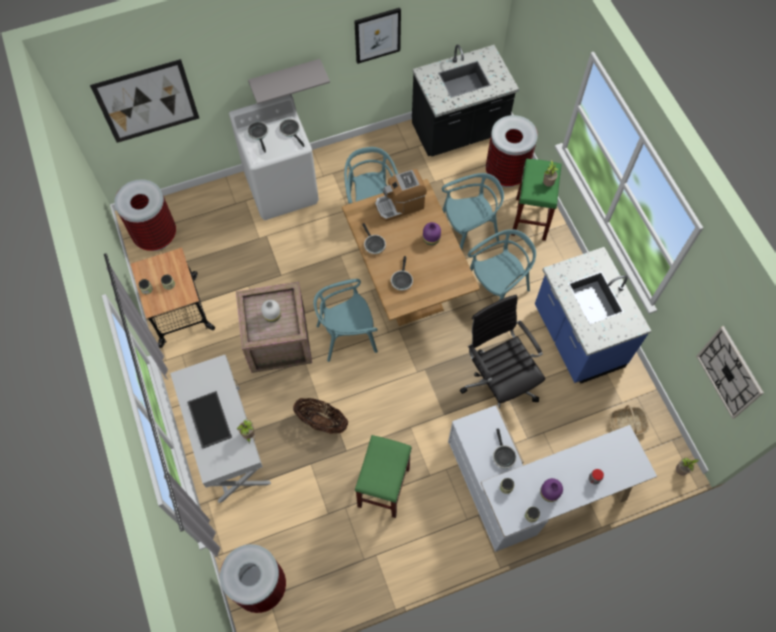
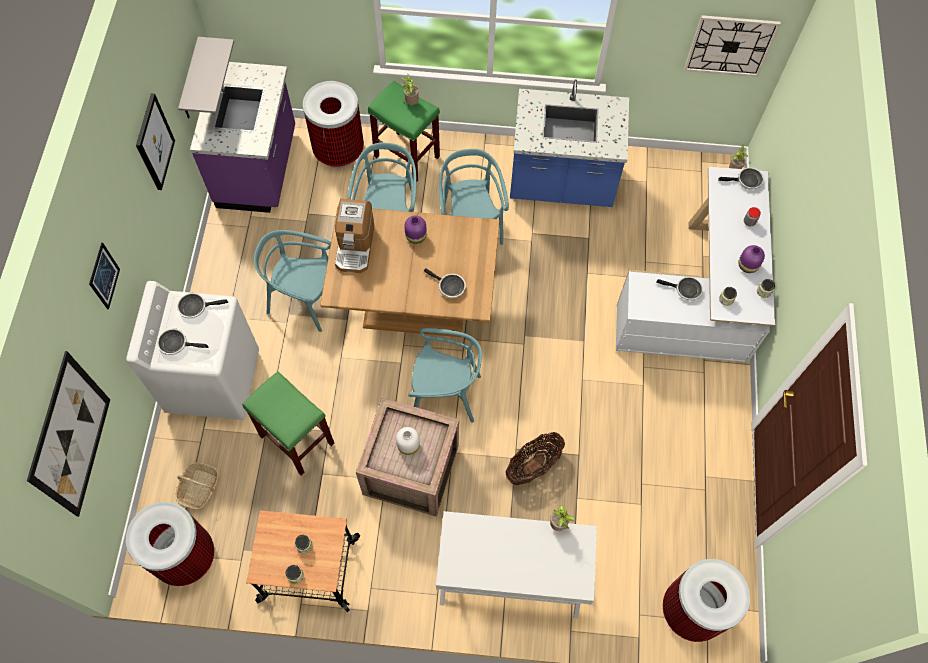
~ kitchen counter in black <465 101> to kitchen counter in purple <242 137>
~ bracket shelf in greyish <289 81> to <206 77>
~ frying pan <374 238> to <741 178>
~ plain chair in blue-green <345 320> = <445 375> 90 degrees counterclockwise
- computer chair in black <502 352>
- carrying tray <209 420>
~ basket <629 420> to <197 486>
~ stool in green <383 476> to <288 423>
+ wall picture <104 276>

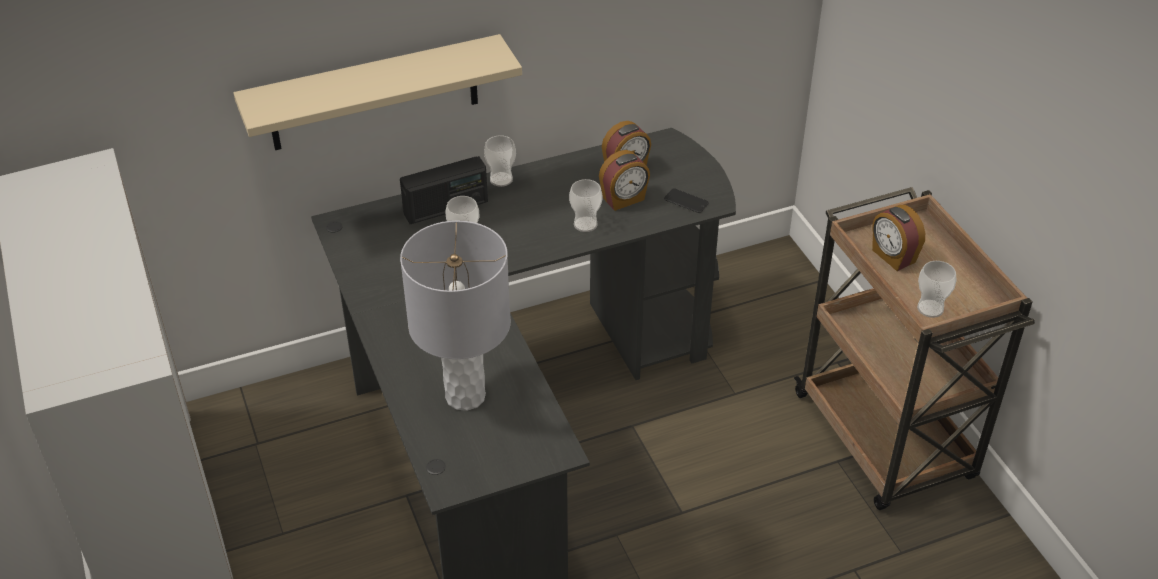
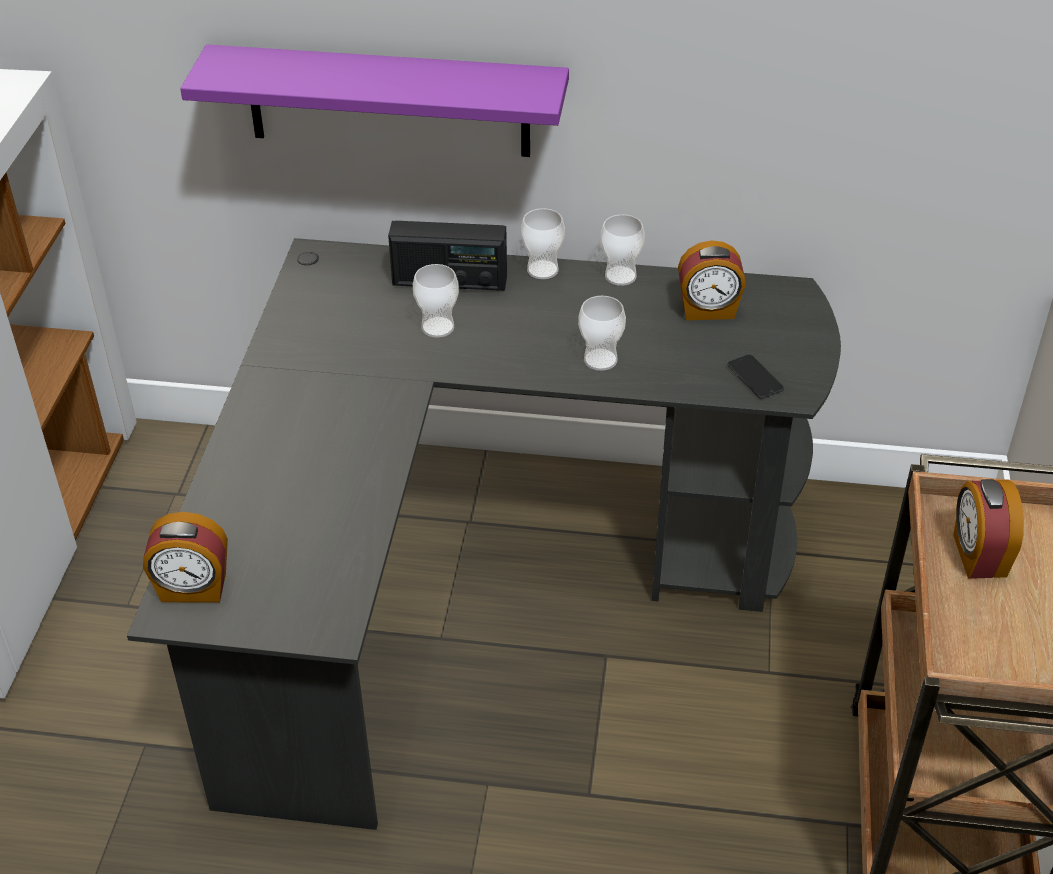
~ bracket shelf in sand-coloured <378 92> to bracket shelf in purple <374 100>
~ bedside clock <624 180> to <185 557>
- table lamp in greyish <455 315>
~ drinking cup <937 289> to <622 250>

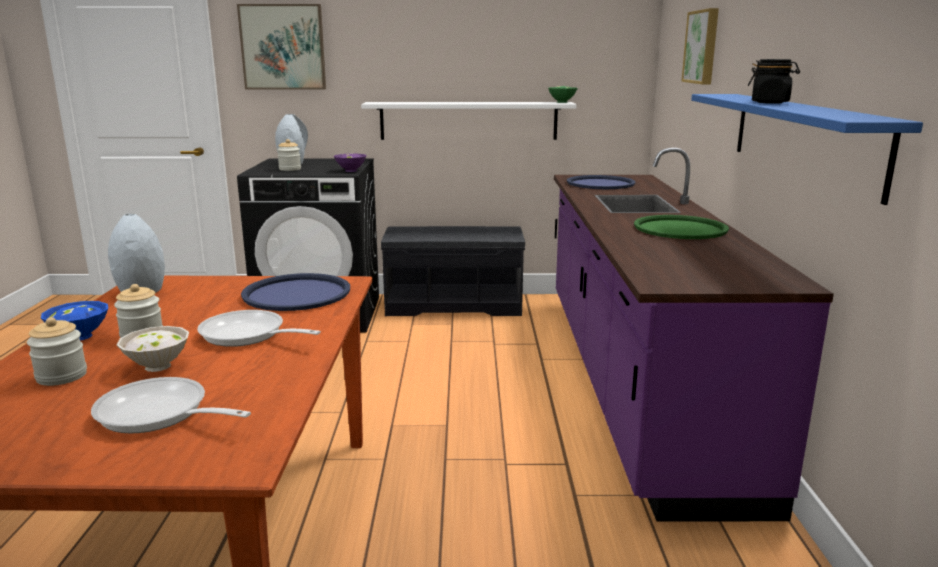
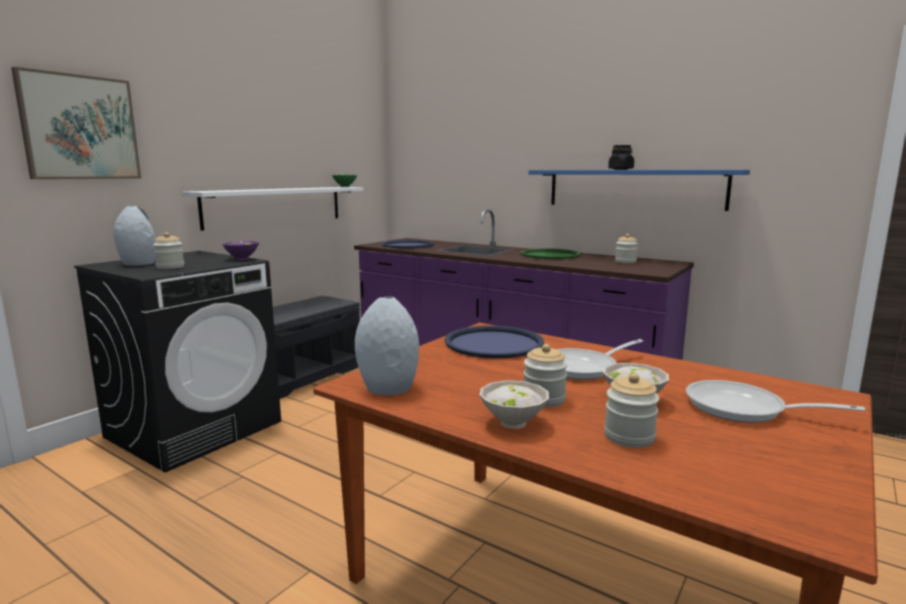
- wall picture <700 46>
~ serving bowl in blue <74 321> to serving bowl in white <514 404>
~ frying pan <171 405> = <775 401> 60 degrees clockwise
+ storage jar <626 248>

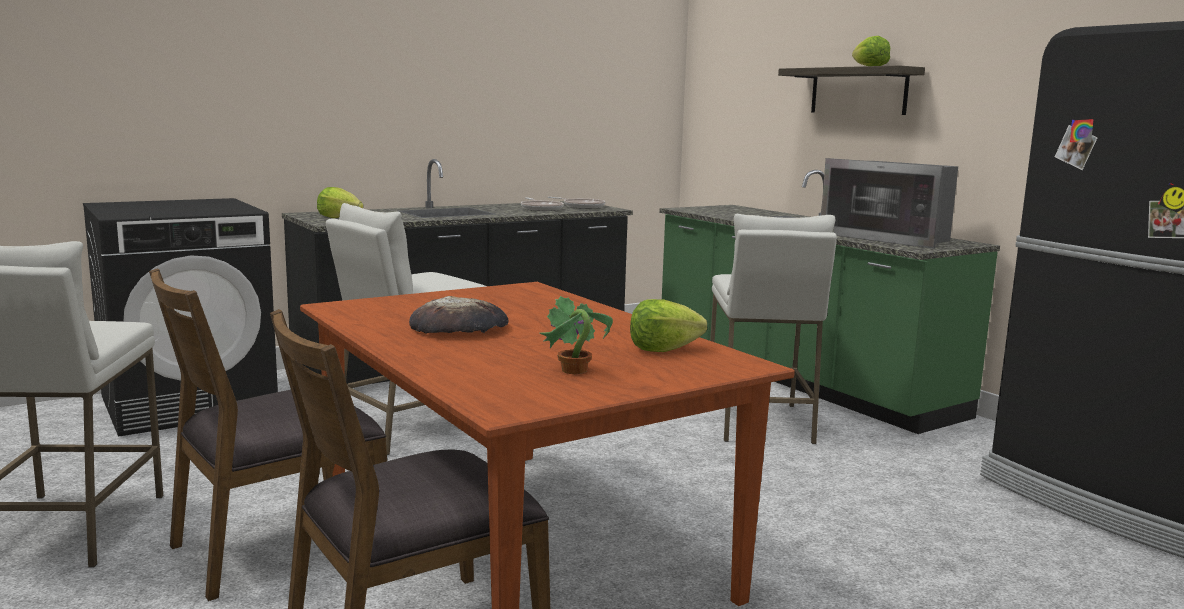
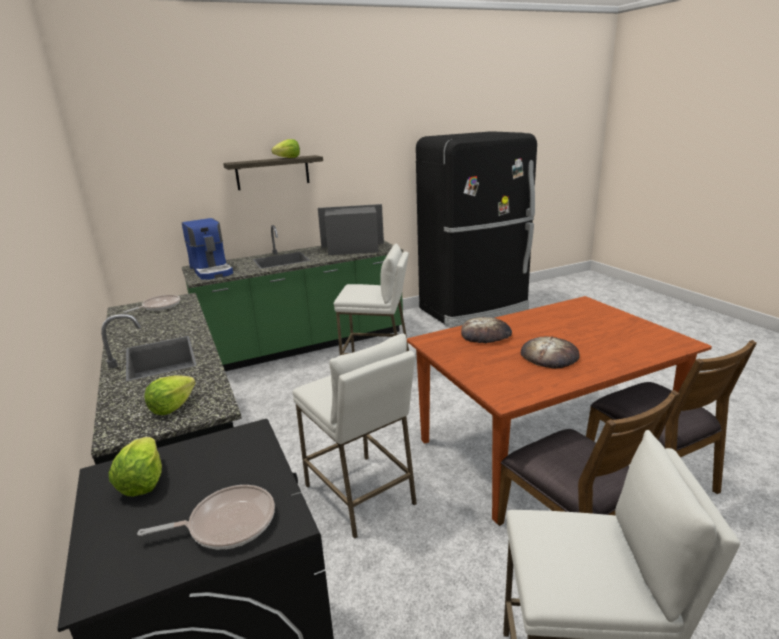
~ kitchen microwave <889 203> = <351 229> 150 degrees counterclockwise
~ frying pan <542 204> to <206 517>
- houseplant <576 335>
~ lettuce <668 325> to <135 466>
+ coffee machine <207 249>
+ bread <486 330>

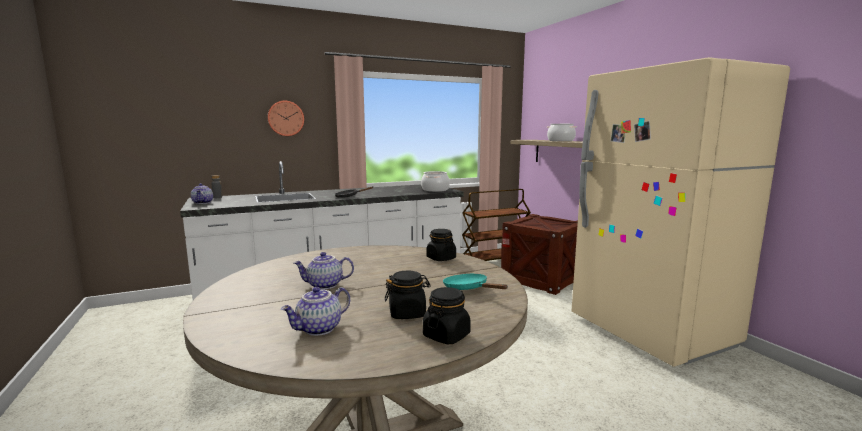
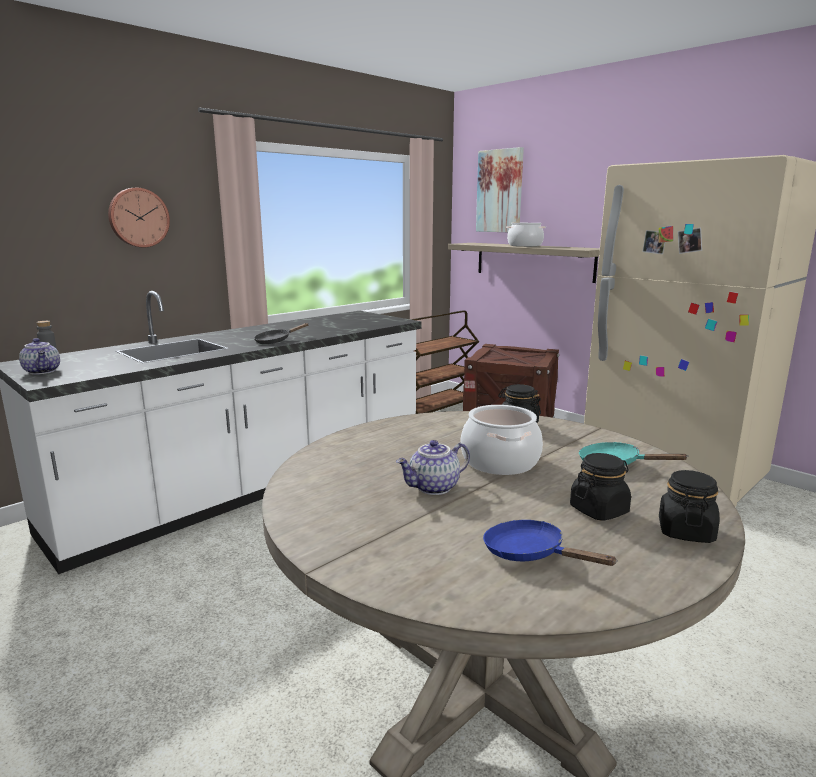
~ stockpot <435 181> to <501 440>
~ teapot <315 311> to frying pan in blue <550 543>
+ wall picture <500 189>

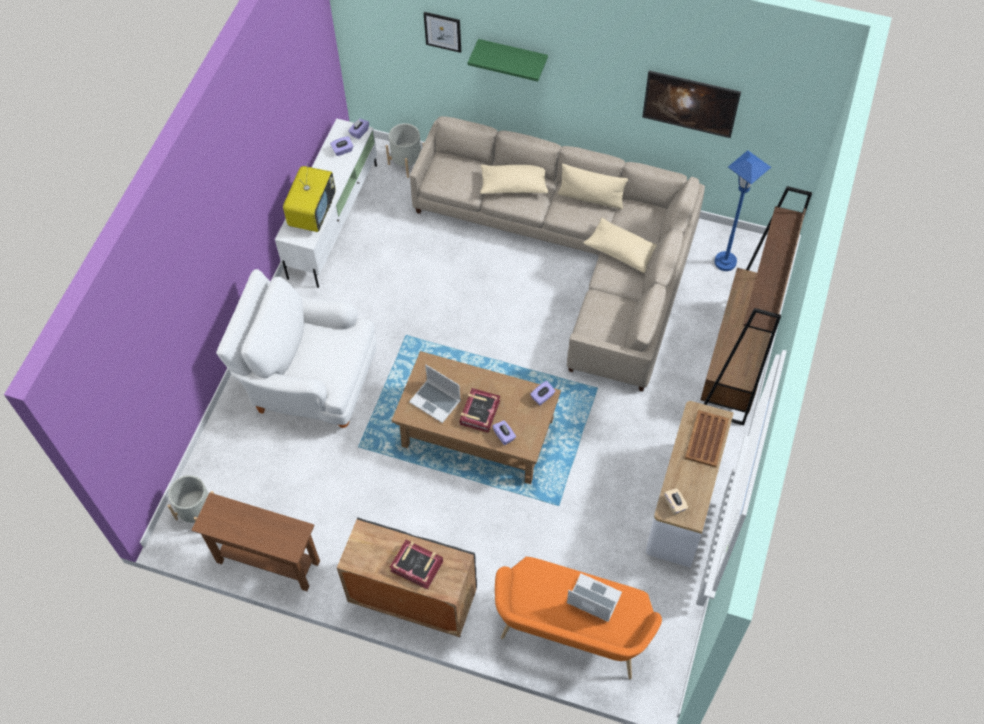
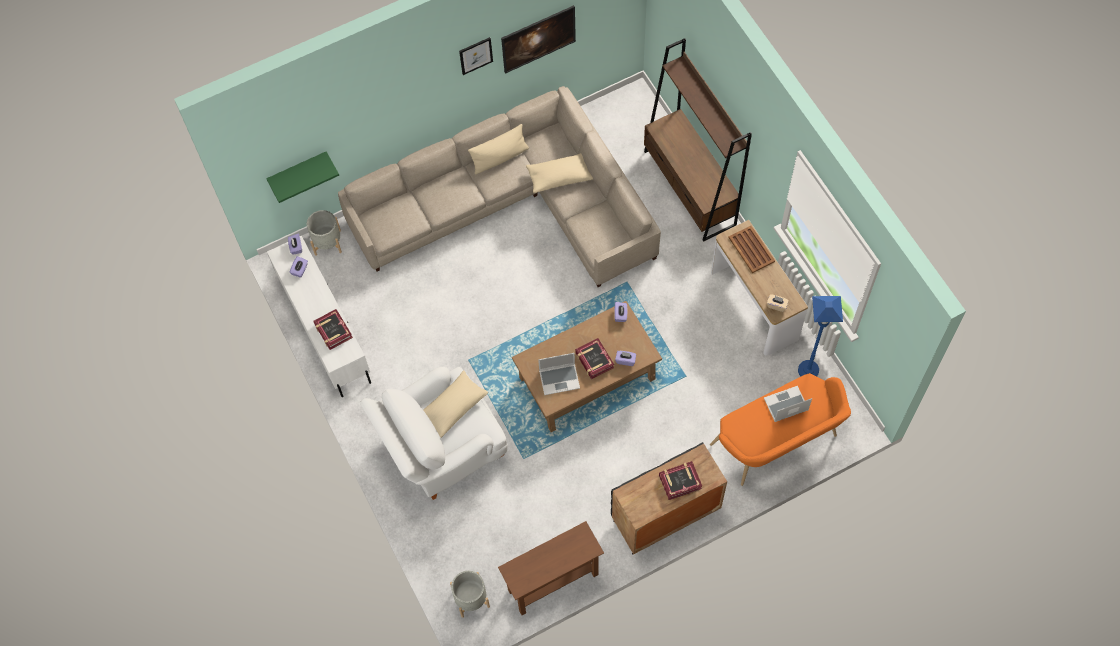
~ wall picture <442 32> to <476 56>
~ bracket shelf in green <508 60> to <302 177>
~ standing lamp in blue <743 210> to <820 336>
~ TV <309 197> to bound book <333 329>
~ cushion in sand-coloured <514 179> to <455 404>

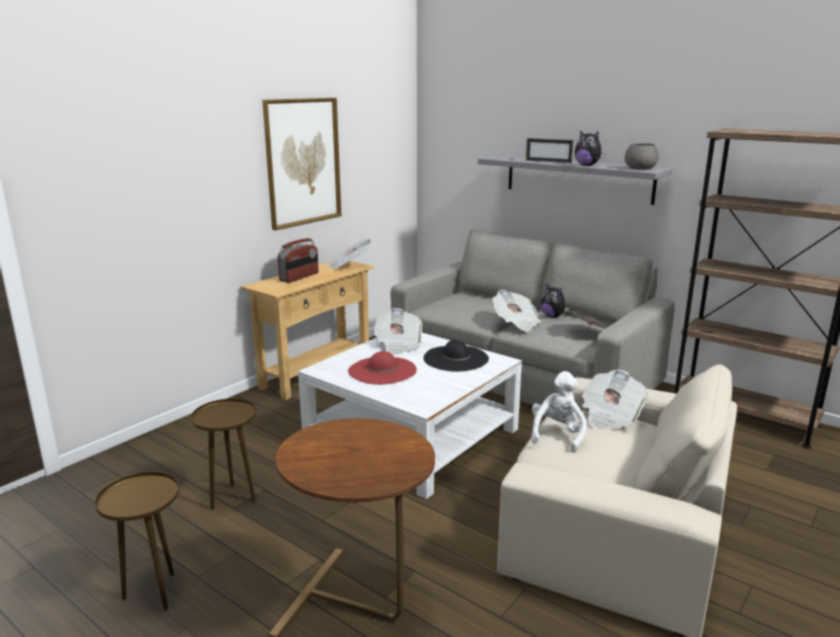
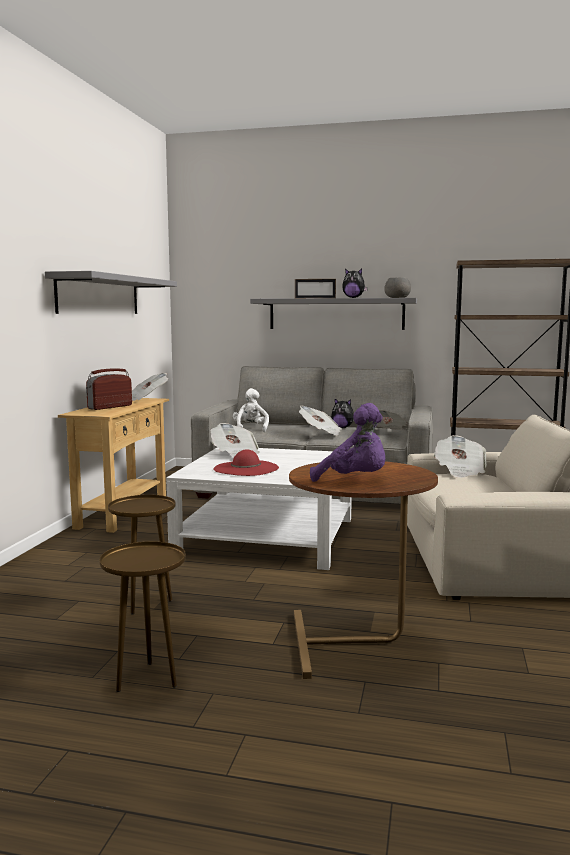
~ wall picture <301 164> to bracket shelf in greyish <111 292>
~ radio receiver <298 260> = <109 389> 150 degrees counterclockwise
- wearable hat in black <456 355>
~ plush toy in white <559 412> to <251 410>
+ plush toy in purple <347 442>

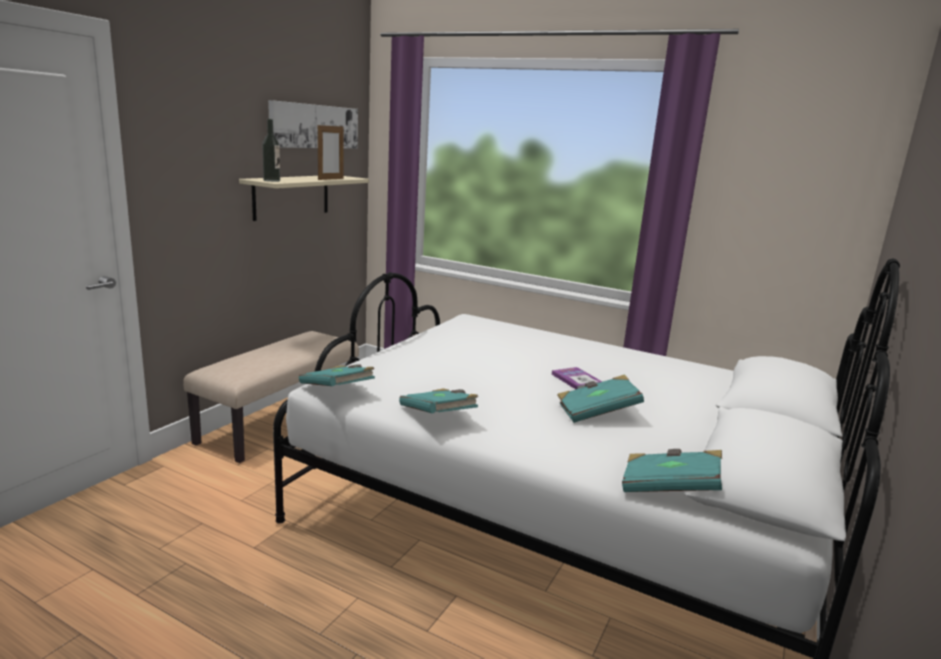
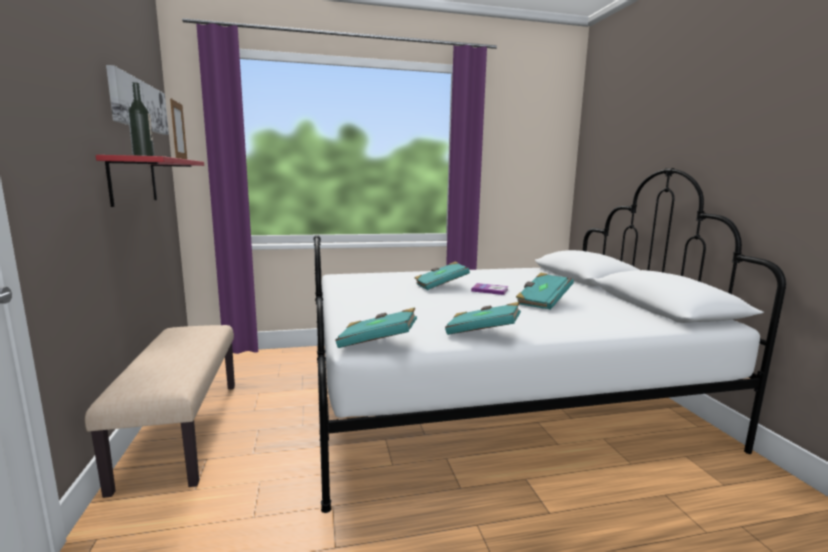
~ bracket shelf in sand-coloured <304 198> to bracket shelf in red <150 181>
~ bound book in blue-green <672 470> to <442 275>

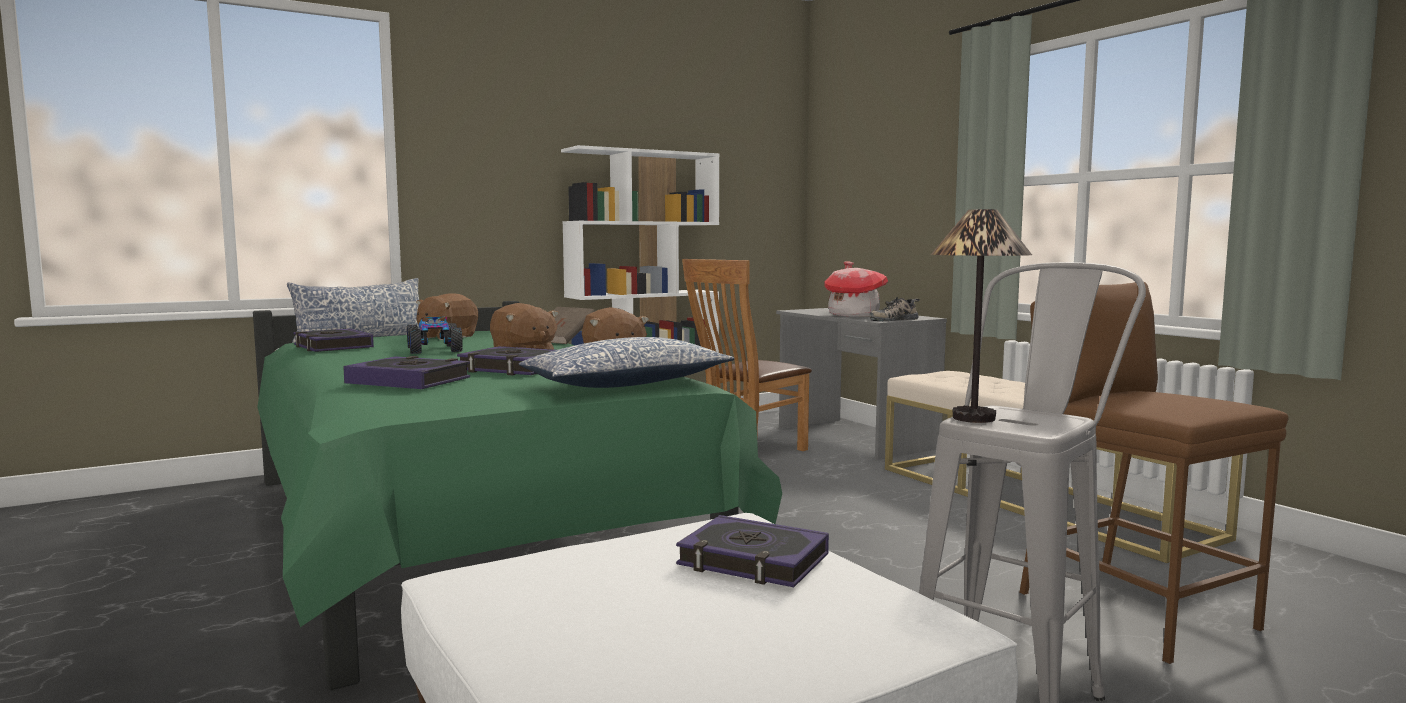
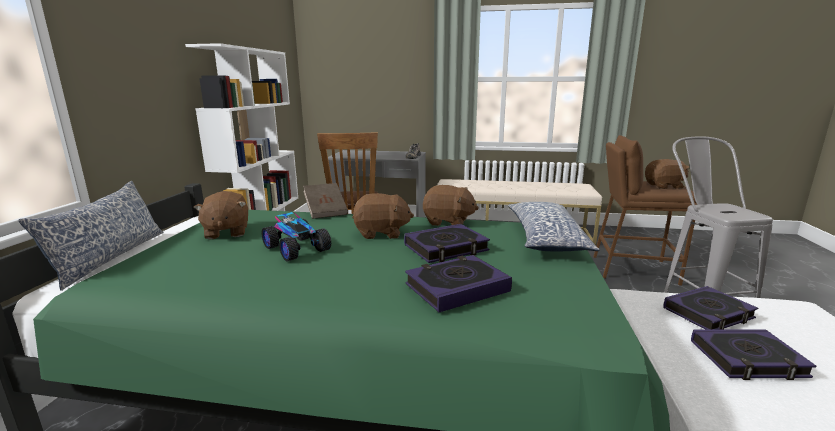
- table lamp <981 316>
- toy house <856 289>
~ toy car <435 335> = <296 237> 150 degrees counterclockwise
~ bound book <333 340> to <753 355>
+ plush toy in brown-coloured <667 174>

